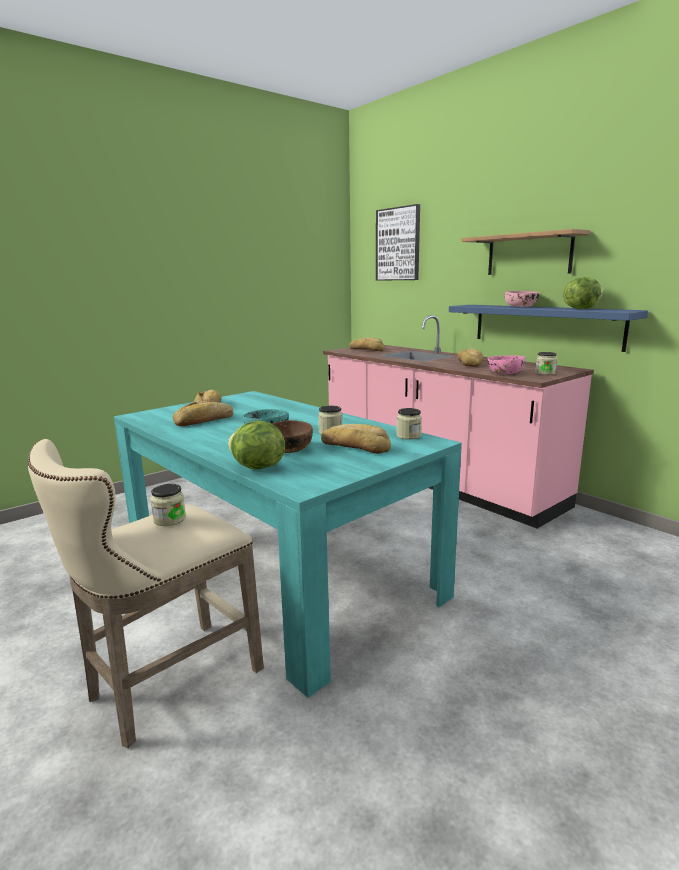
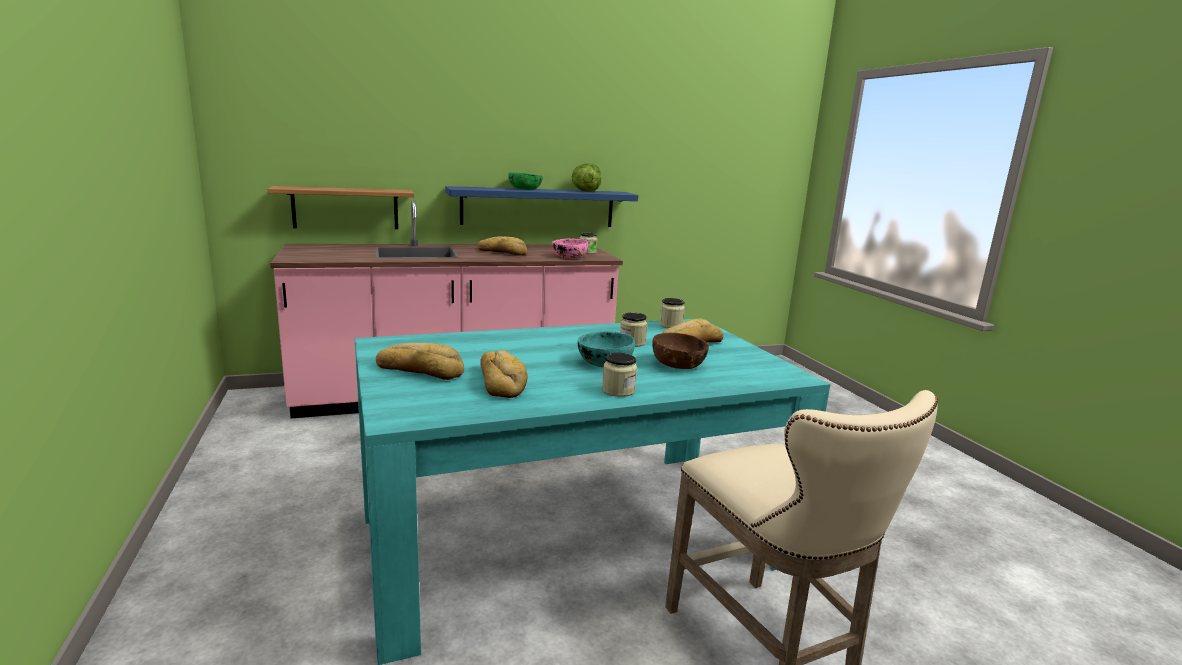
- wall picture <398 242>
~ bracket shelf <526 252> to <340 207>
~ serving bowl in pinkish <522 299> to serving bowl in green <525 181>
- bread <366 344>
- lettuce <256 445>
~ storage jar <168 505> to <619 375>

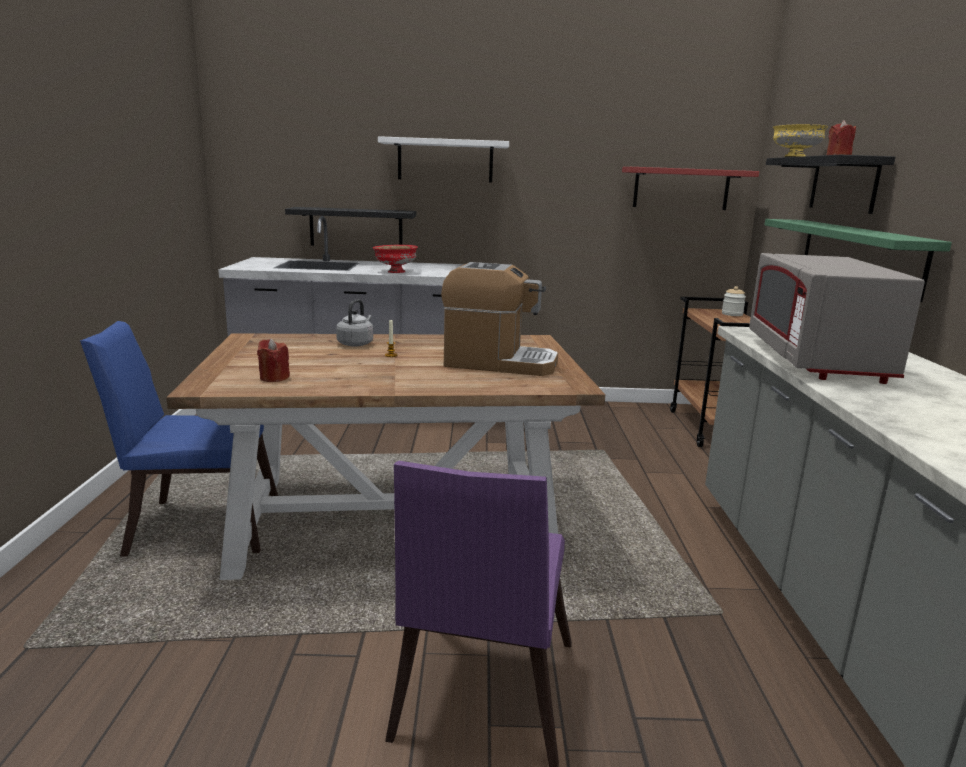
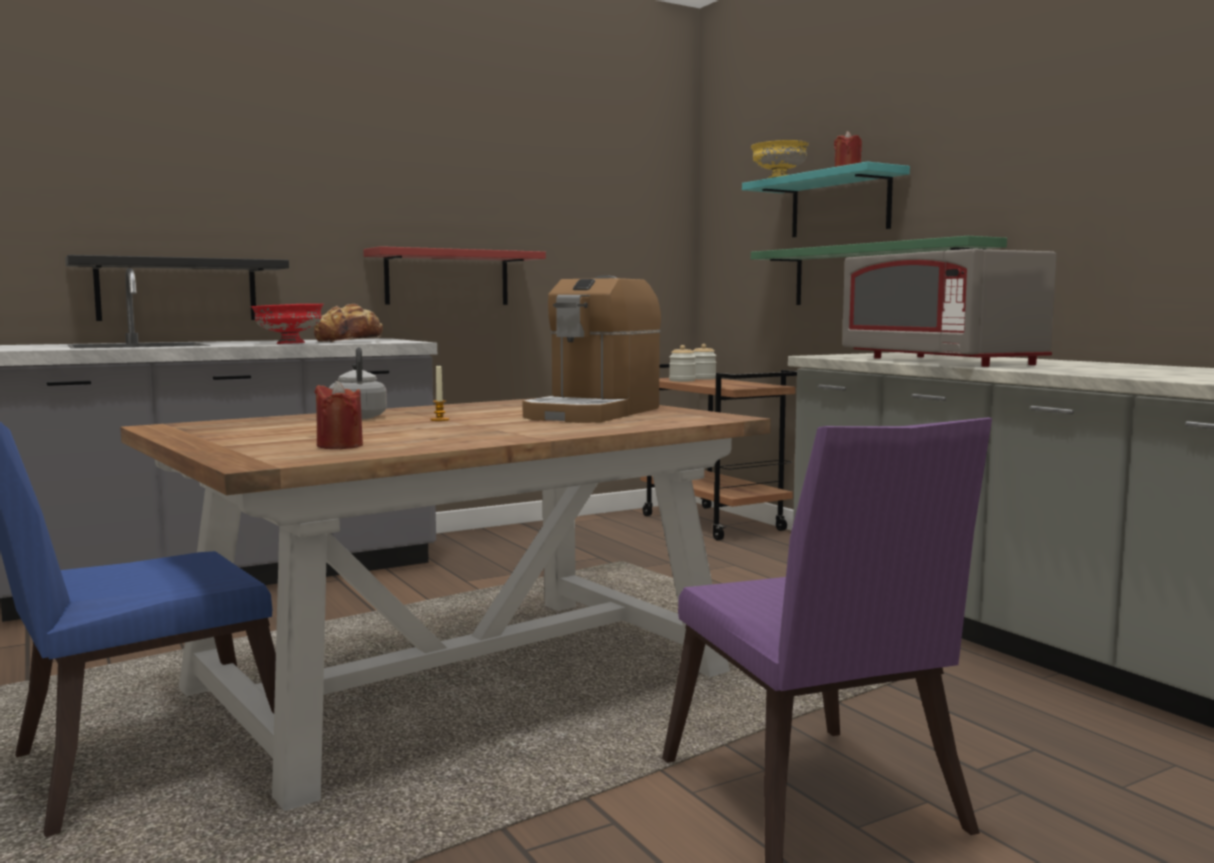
- bracket shelf in white <443 159>
~ bracket shelf in black <830 184> to bracket shelf in blue-green <826 199>
~ bracket shelf in red <690 188> to <454 275>
~ coffee machine <499 319> = <592 349> 135 degrees clockwise
+ bread <348 323>
+ storage jar <682 363>

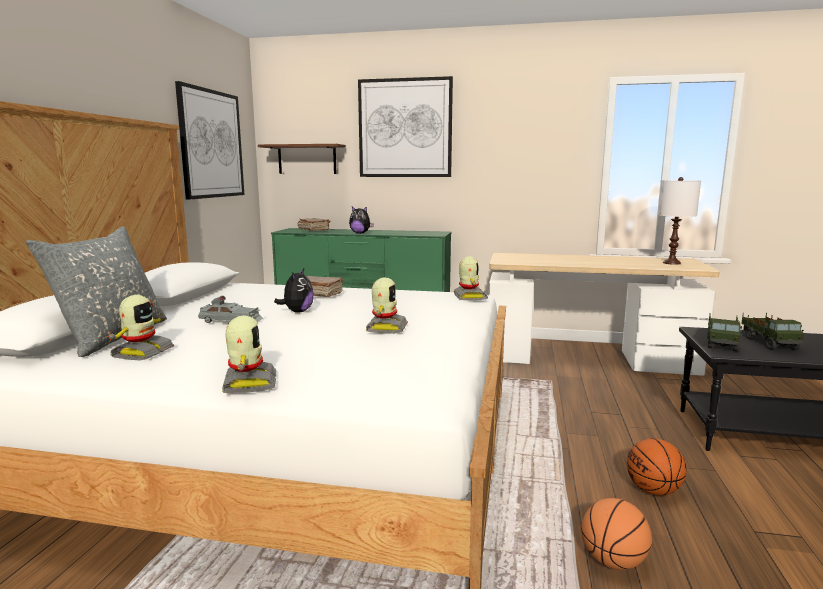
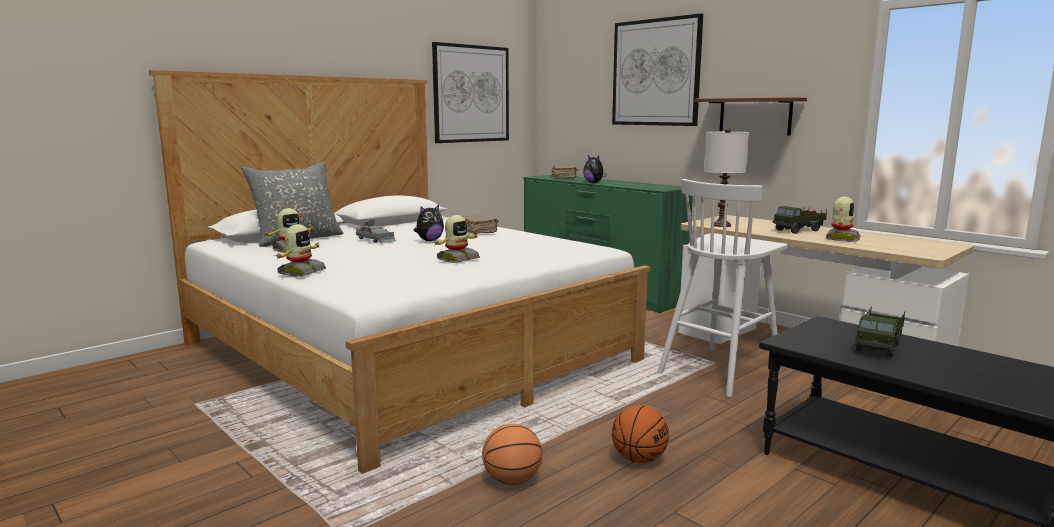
~ bracket shelf <302 159> to <751 116>
~ table lamp in white <679 221> to <726 177>
~ toy robot <471 278> to <843 219>
~ toy truck <724 332> to <800 220>
+ stool in white <722 288>

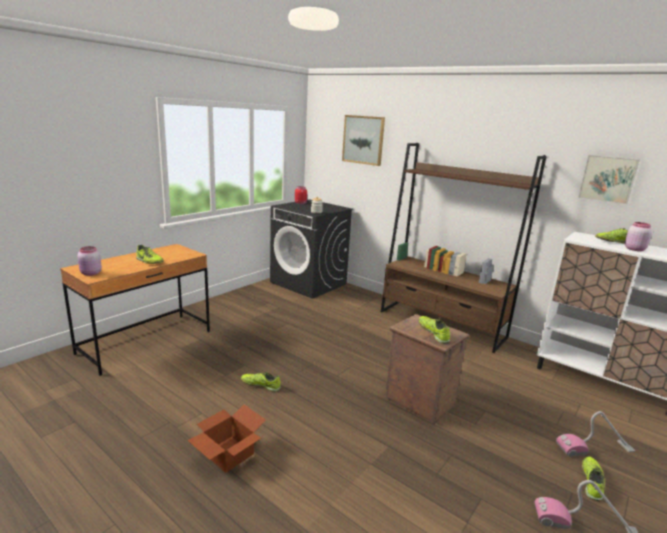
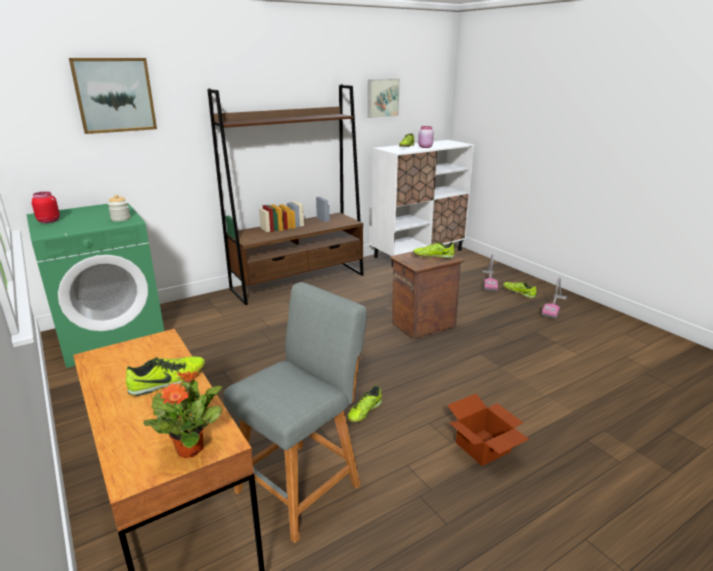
~ washing machine in black <311 249> to washing machine in green <95 285>
~ storage jar in pinkish <90 261> to houseplant <183 414>
+ stool in greyish <295 412>

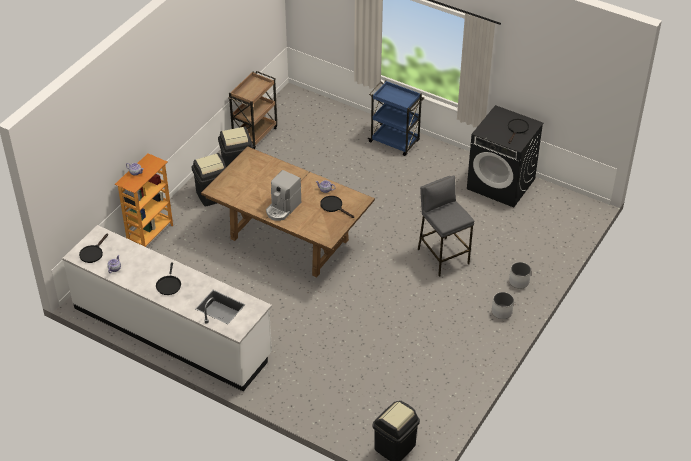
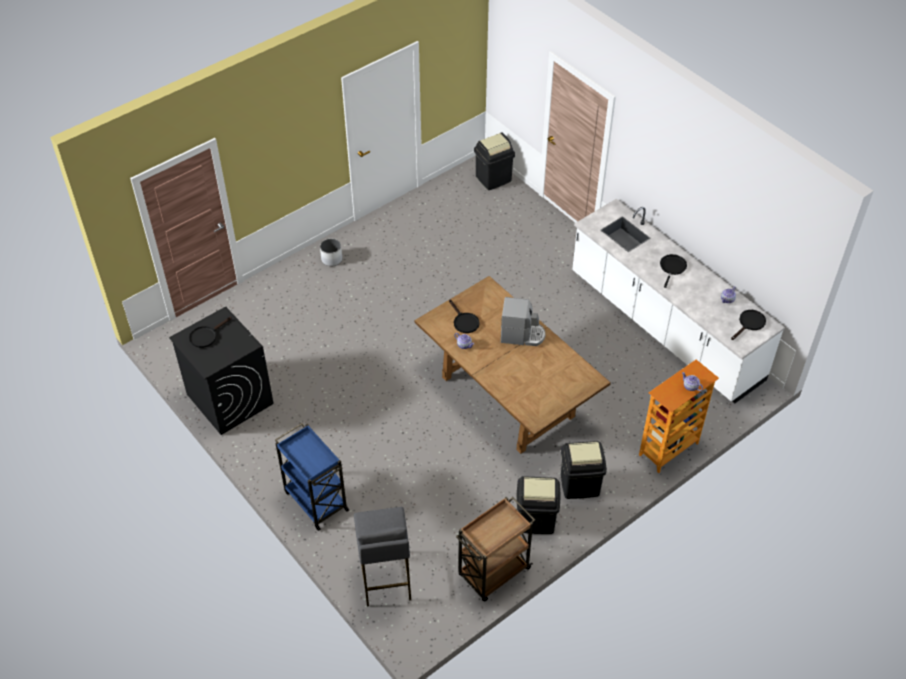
~ coffee machine <283 195> = <523 321> 45 degrees clockwise
~ stool in greyish <446 226> to <382 556>
- planter in white <520 275>

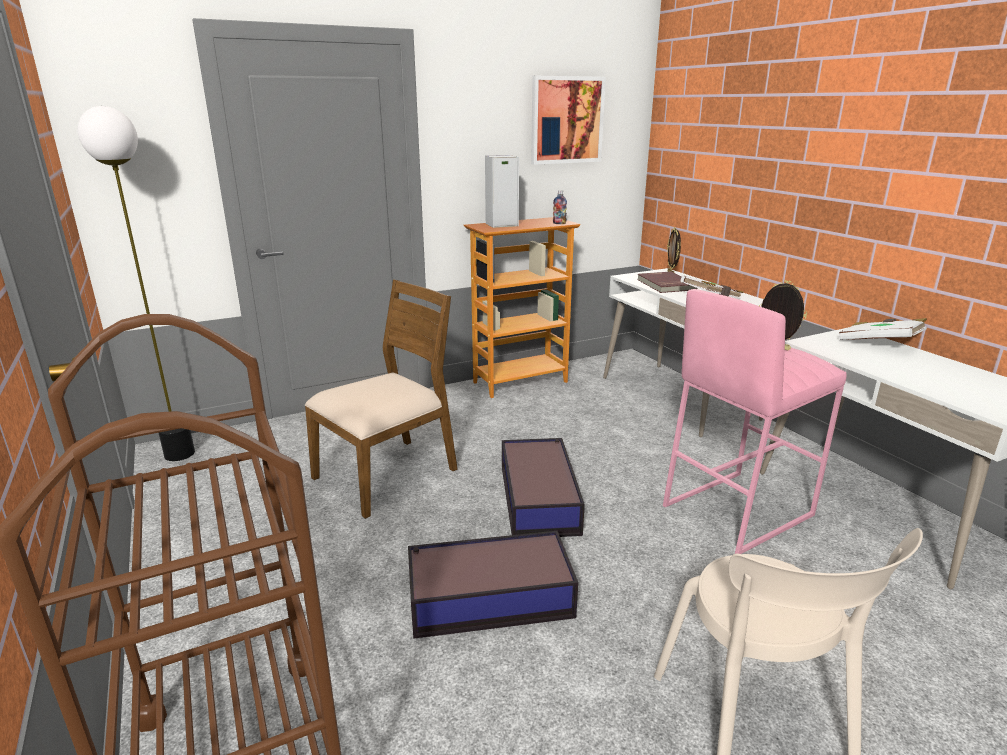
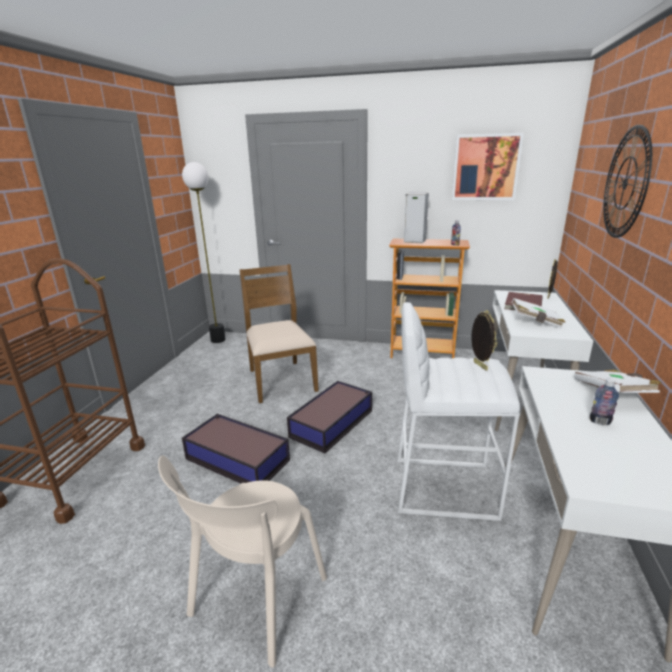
~ plain chair in brown-coloured <381 399> = <279 333> 105 degrees counterclockwise
~ stool in pinkish <755 421> to stool in white <458 411>
+ hanging clock <627 181>
+ drink bottle <604 402>

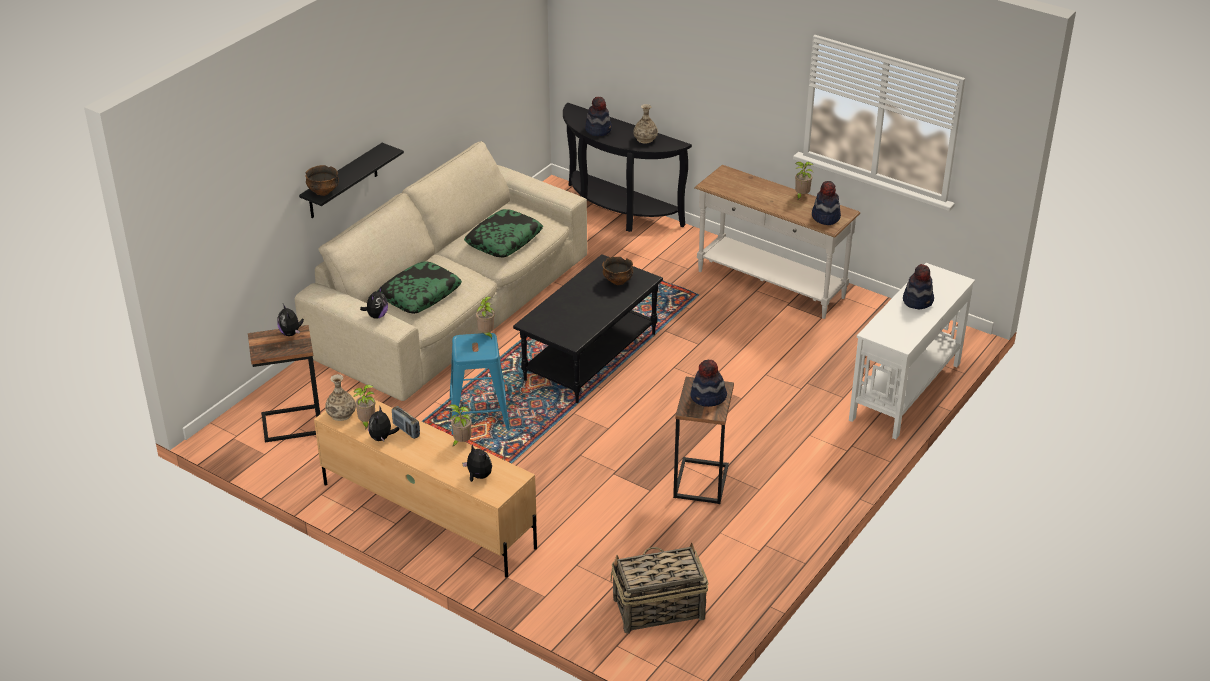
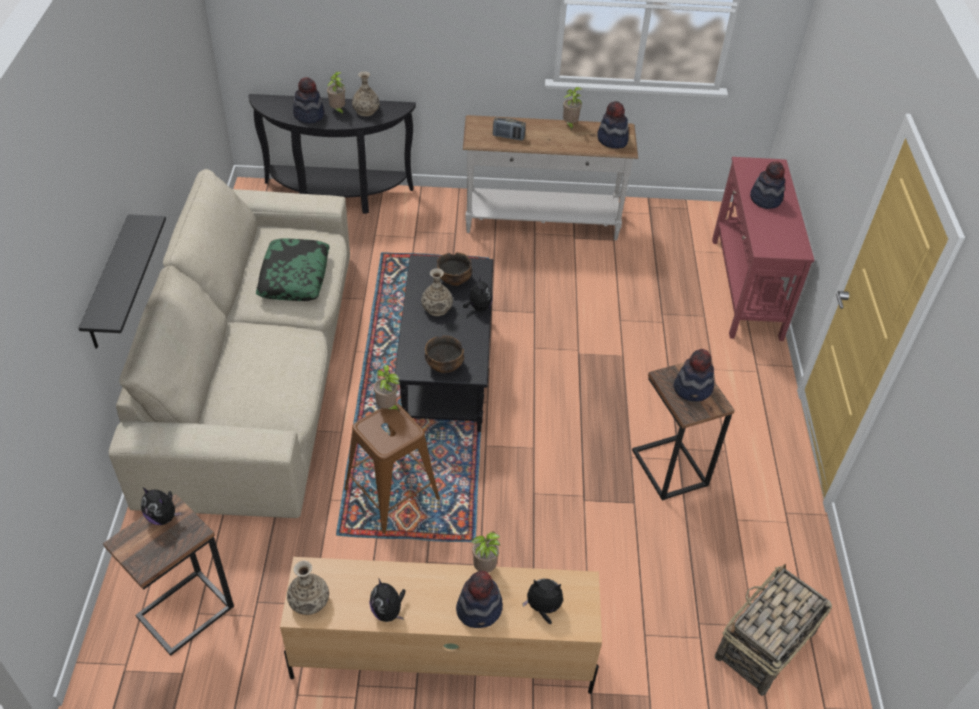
~ serving bowl <322 180> to <444 354>
- cushion <420 287>
~ hall table in white <912 351> to hall table in red <763 249>
~ plush toy <374 303> to <477 294>
~ stool in blue <479 384> to stool in brown-coloured <392 468>
~ houseplant <364 407> to <336 93>
~ radio receiver <406 422> to <509 129>
+ decorative vase <437 292>
+ wearable hat <479 599>

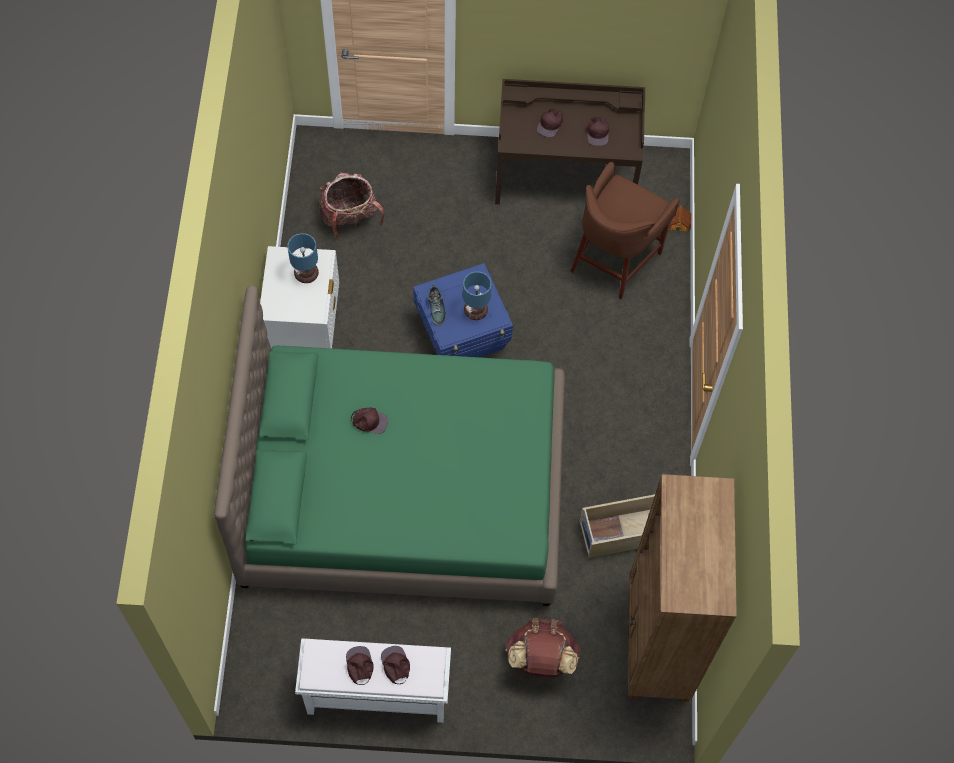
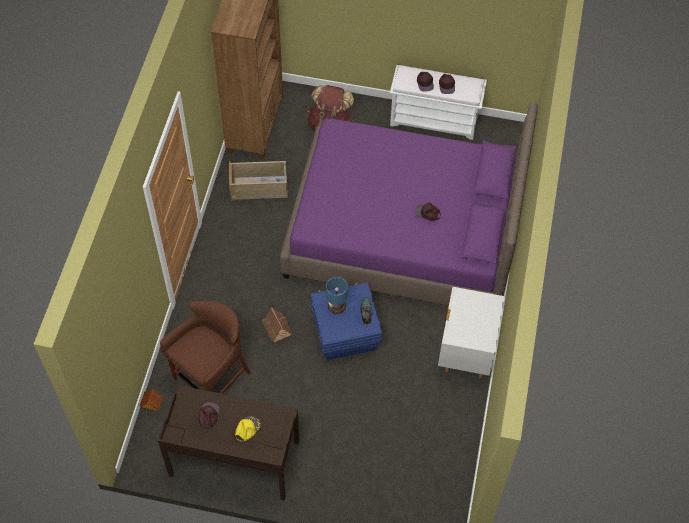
~ baseball cap in brown-coloured <550 122> to baseball cap in yellowish <248 429>
- rucksack <351 204>
- table lamp <303 258>
~ sleeping bed in green <389 445> to sleeping bed in purple <409 203>
+ toy house <277 325>

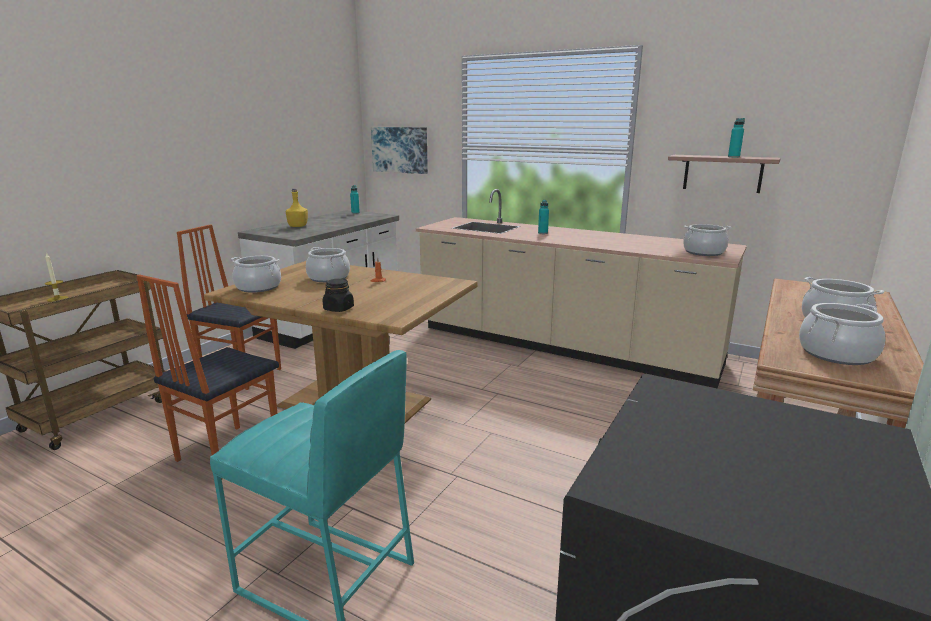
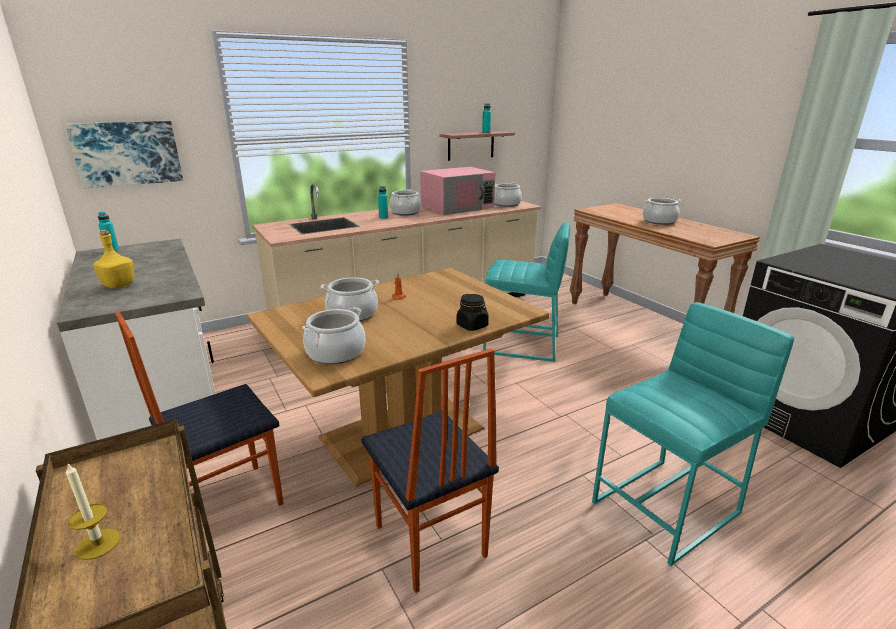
~ stockpot <842 334> to <405 202>
+ kitchen microwave in pinkish <457 191>
+ stool in blue-green <526 292>

